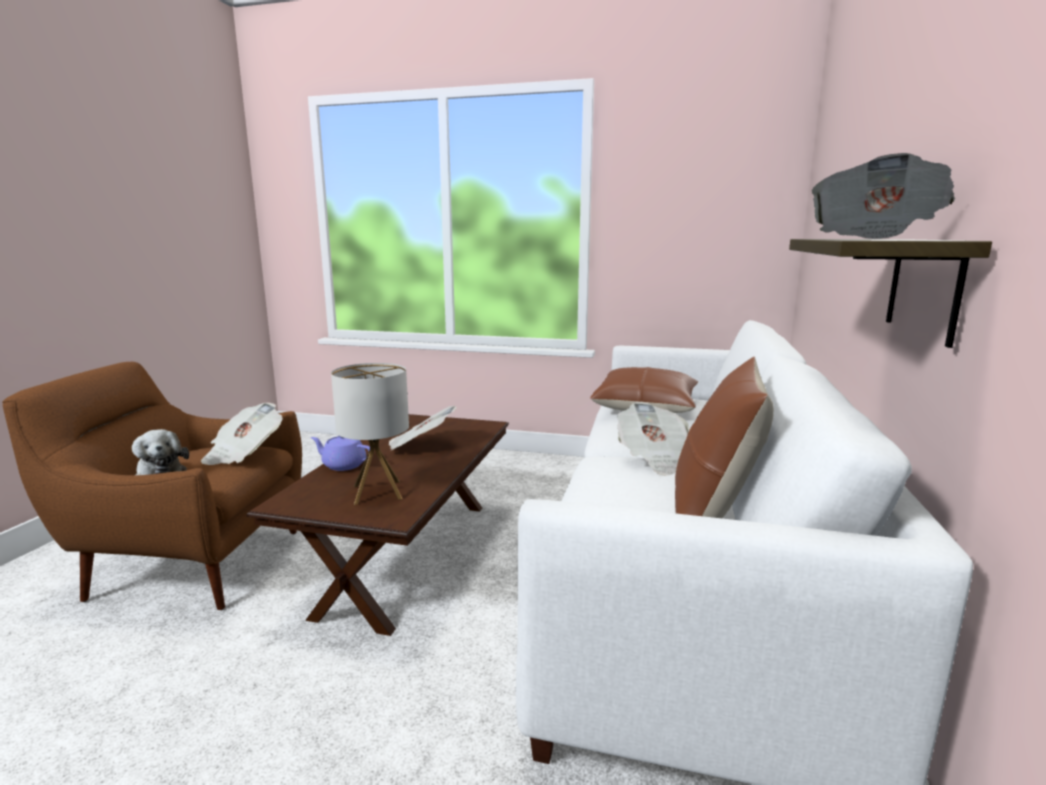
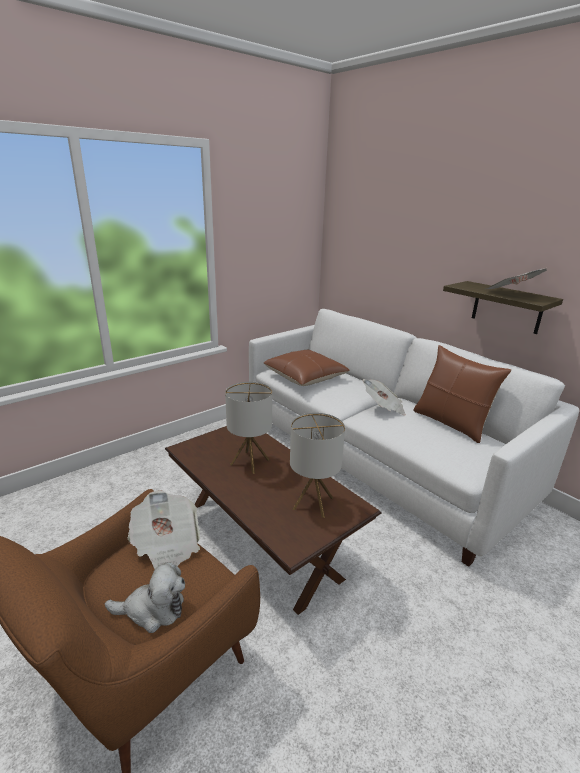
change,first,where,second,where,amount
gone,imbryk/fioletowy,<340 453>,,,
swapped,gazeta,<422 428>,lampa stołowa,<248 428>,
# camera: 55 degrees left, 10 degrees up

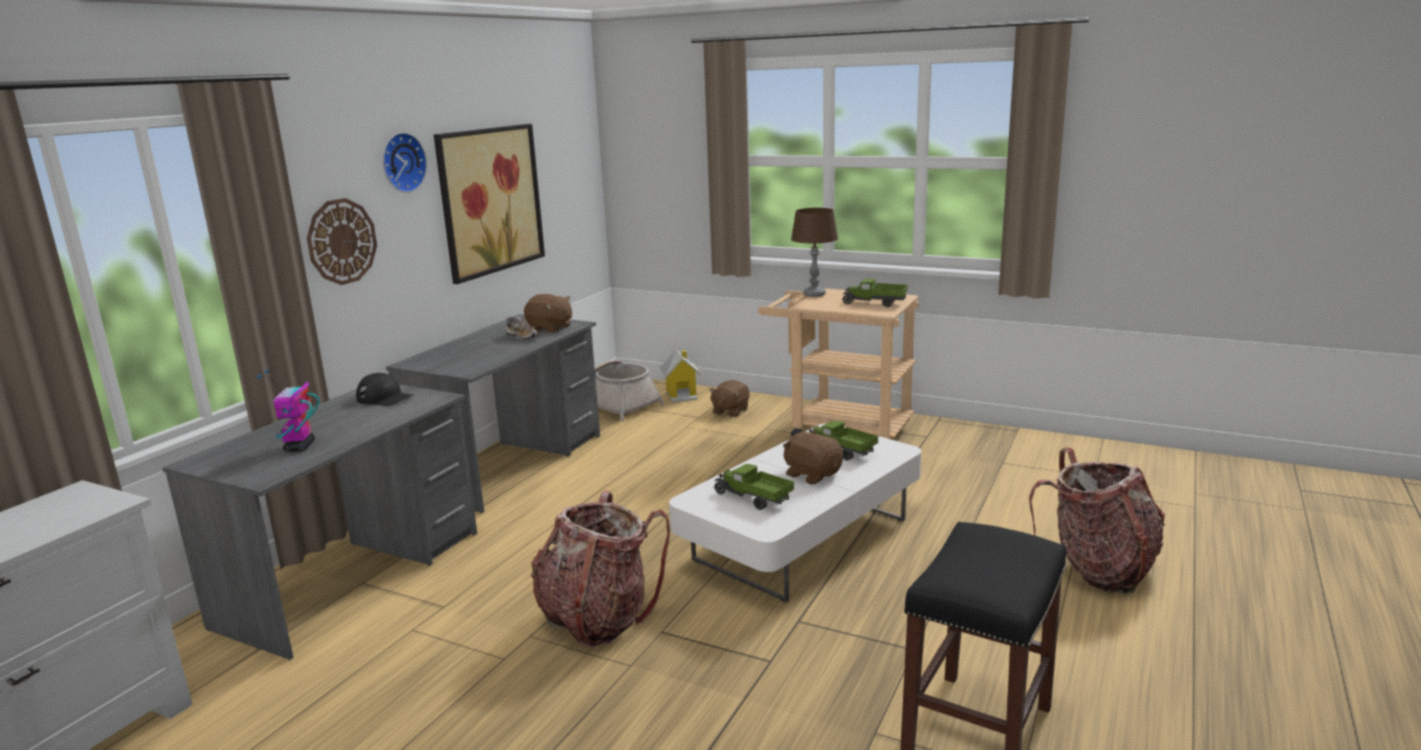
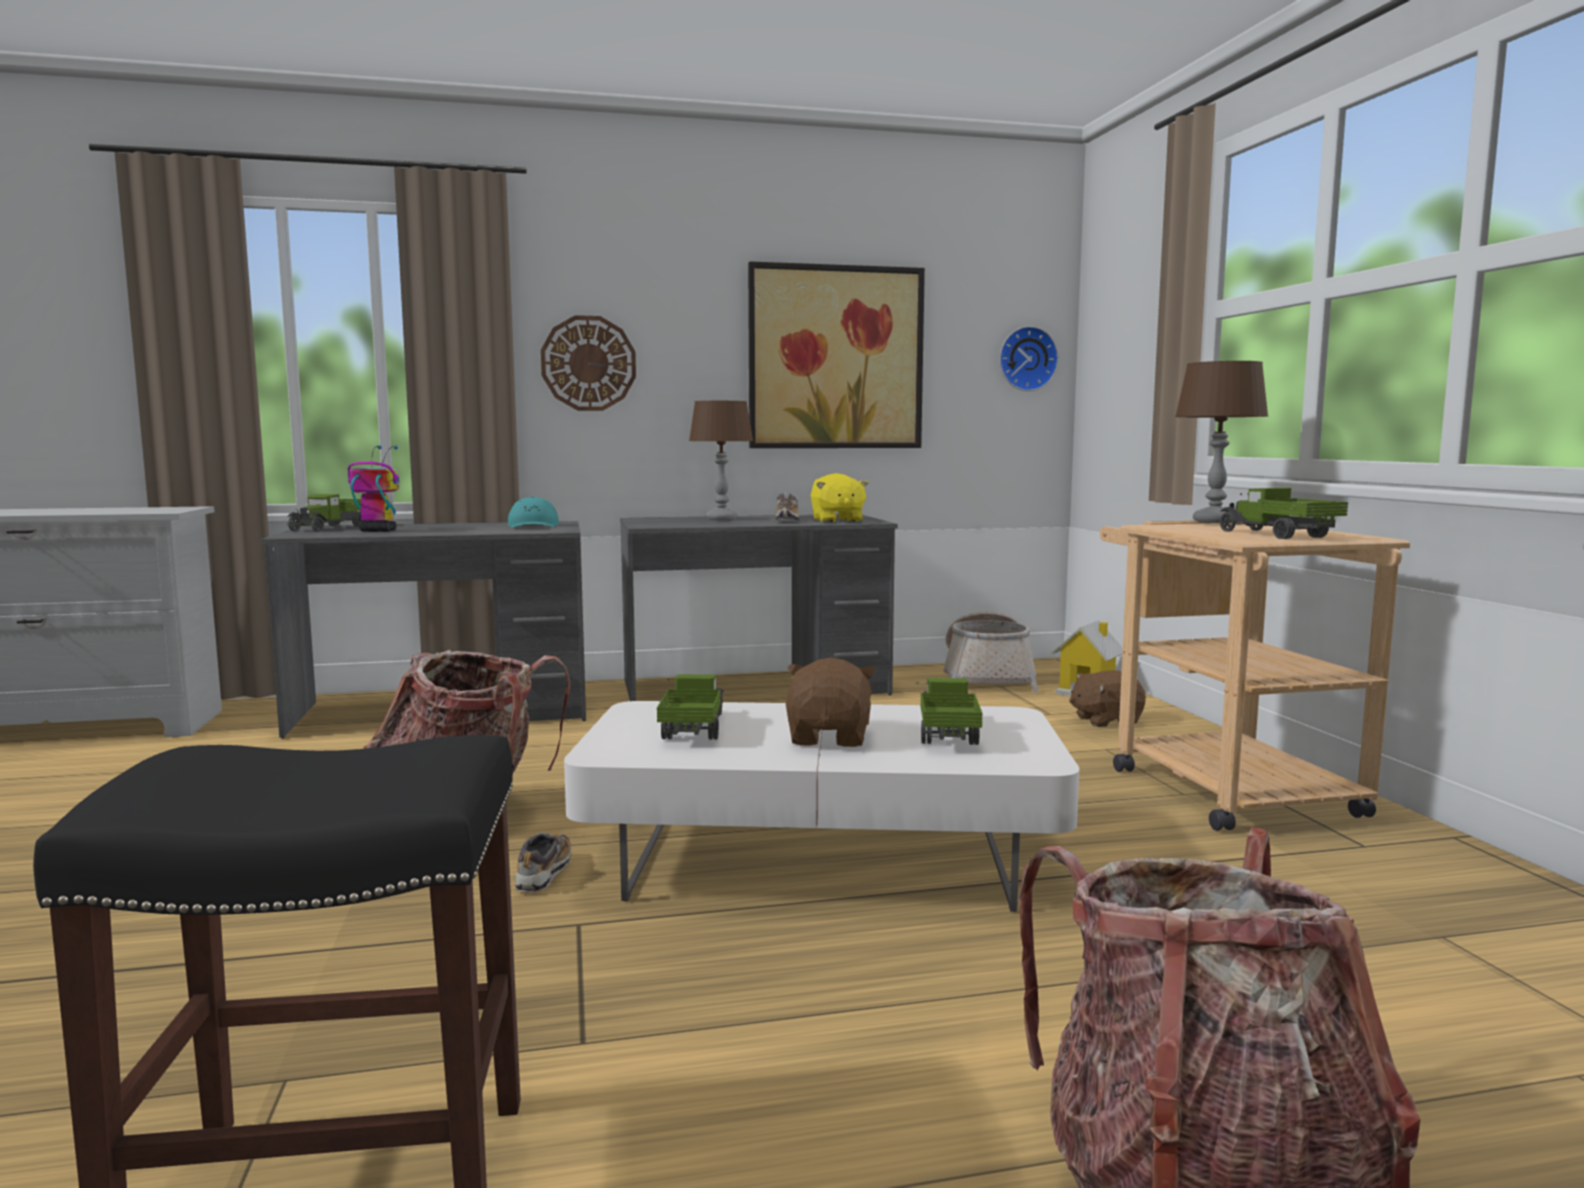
change,first,where,second,where,amount
new,,,ciężarówka zabawkowa,<326 513>,
new,,,but,<543 862>,
new,,,lampa stołowa/brązowy,<721 460>,
shifted,zegar ścienny,<405 162>,,<1029 358>,
repainted,czapka z daszkiem/czarny,<385 389>,czapka z daszkiem/turkusowy,<533 512>,
repainted,pluszak/brązowy,<548 313>,pluszak/żółty,<840 498>,
rotated,robot zabawkowy,<288 411>,,<373 488>,45 degrees clockwise
# camera: 50 degrees right, 10 degrees down

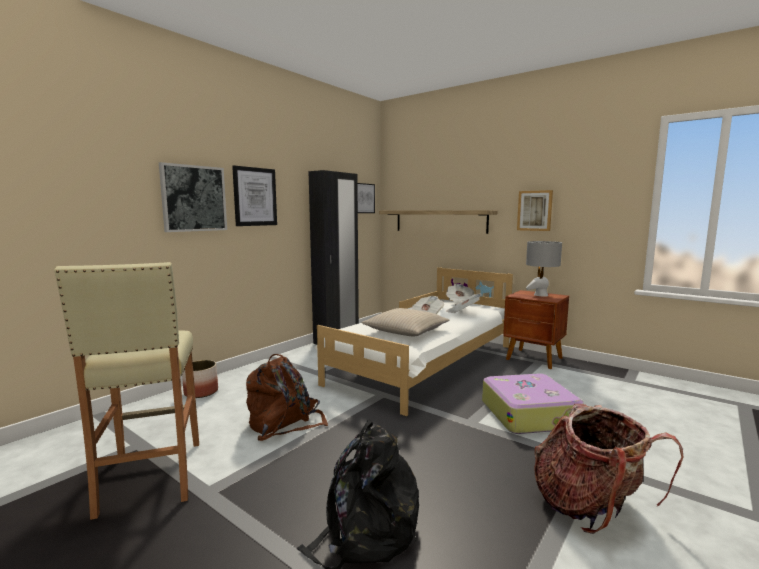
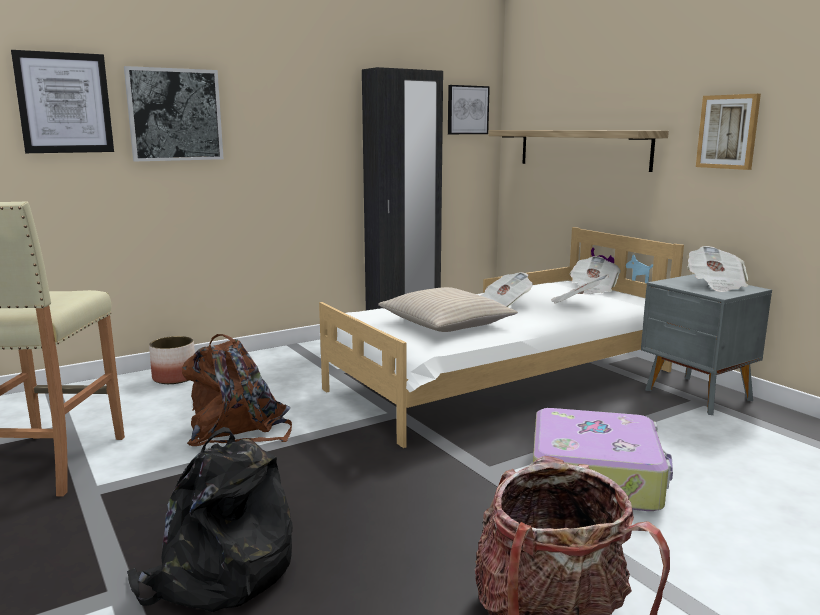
change,first,where,second,where,amount
shifted,obraz,<254 195>,,<62 101>,
swapped,lampa stołowa/szary,<544 269>,gazeta,<718 269>,
repainted,szafka nocna/brązowy,<536 329>,szafka nocna/szary,<706 344>,
# camera: 20 degrees right, 5 degrees up

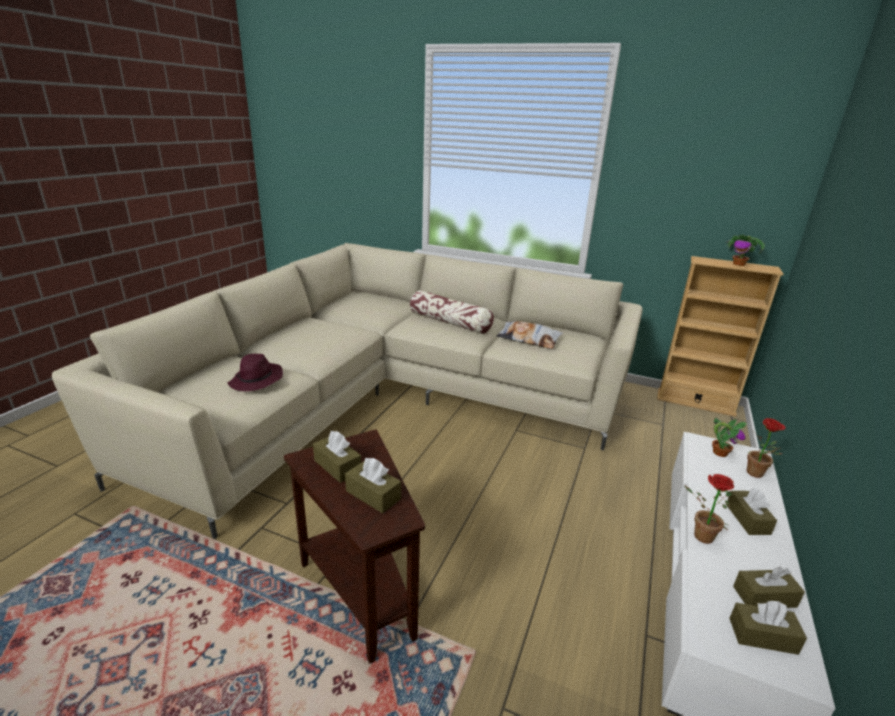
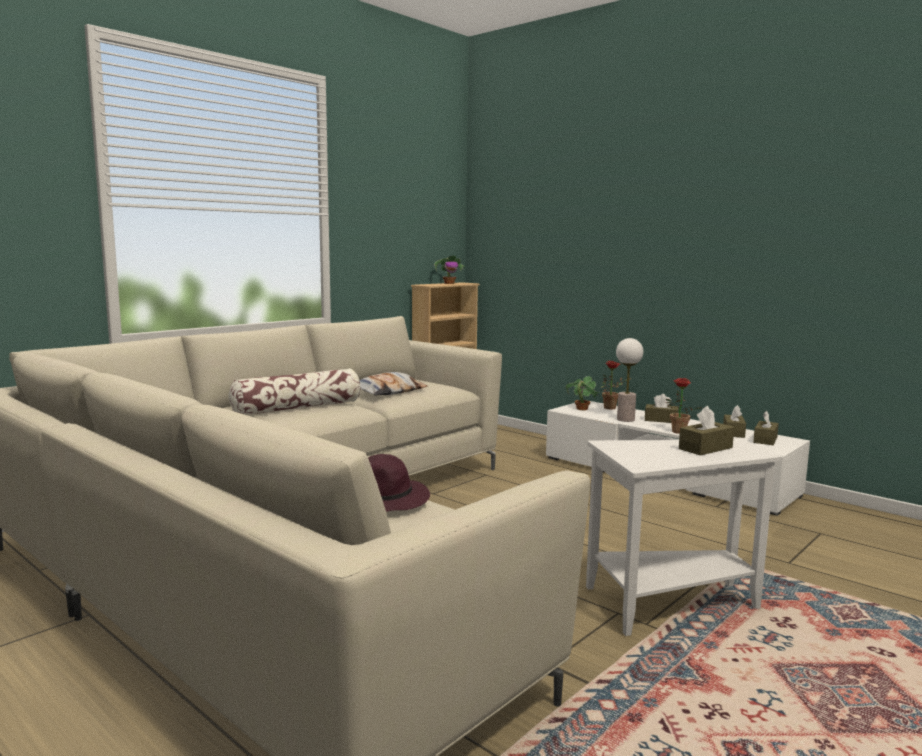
change,first,where,second,where,amount
gone,pudełko chusteczek/brązowy,<337 457>,,,
new,,,lampa stołowa,<629 380>,
repainted,stolik/brązowy,<354 546>,stolik/biały,<683 538>,
# camera: 70 degrees left, 15 degrees down

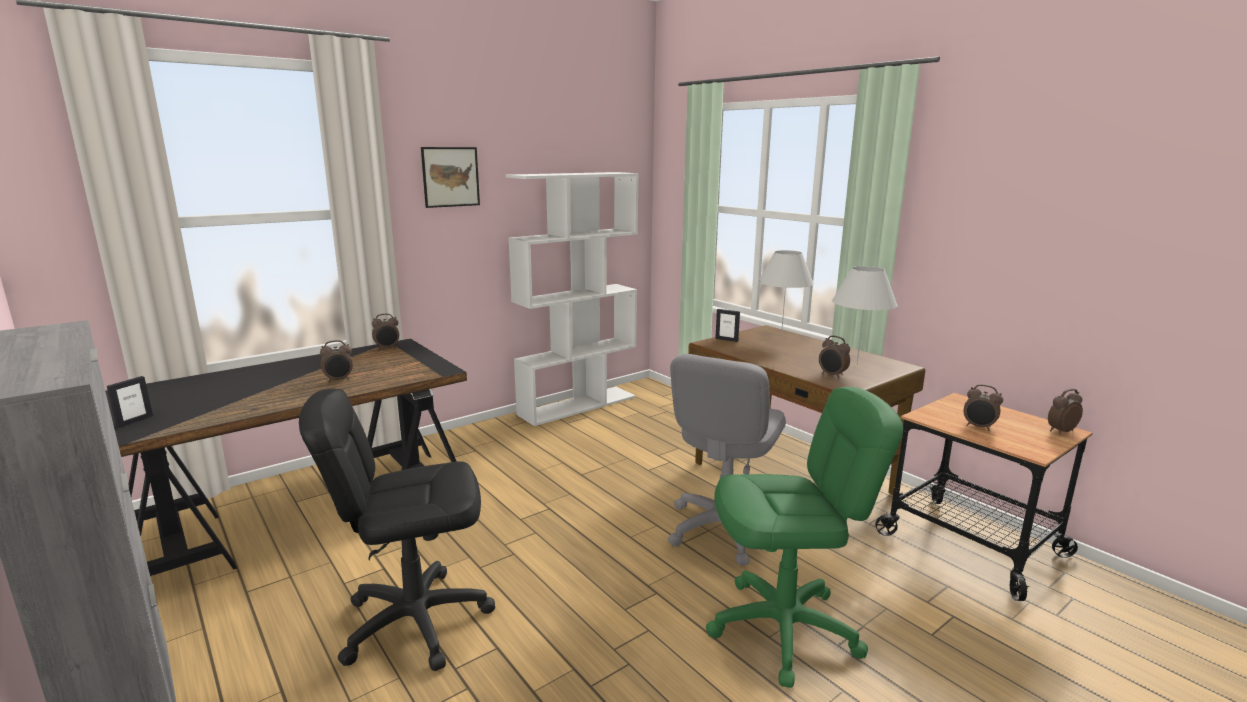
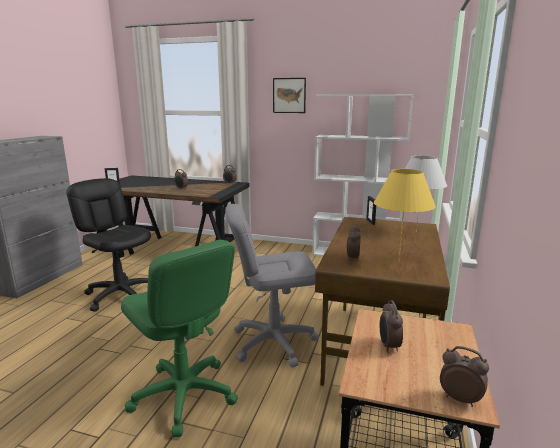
change,first,where,second,where,amount
repainted,lampa stołowa/biały,<865 315>,lampa stołowa/żółty,<405 215>,
# camera: 55 degrees right, 0 degrees up

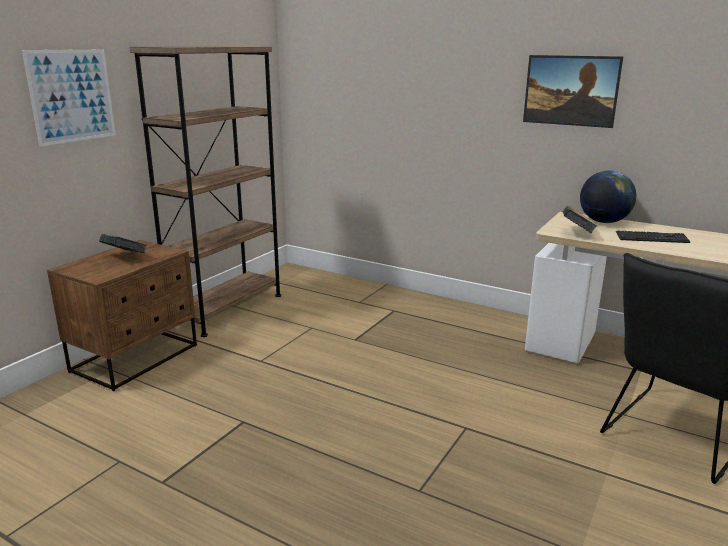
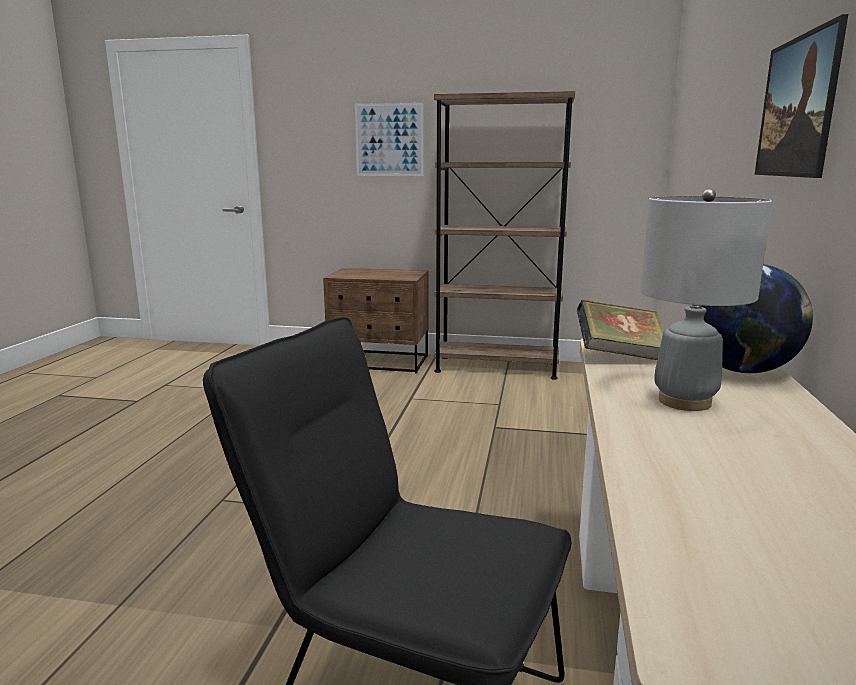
change,first,where,second,where,amount
gone,książka,<123 243>,,,
swapped,klawiatura,<653 237>,lampa stołowa/szary,<706 300>,
# camera: 70 degrees right, 5 degrees down

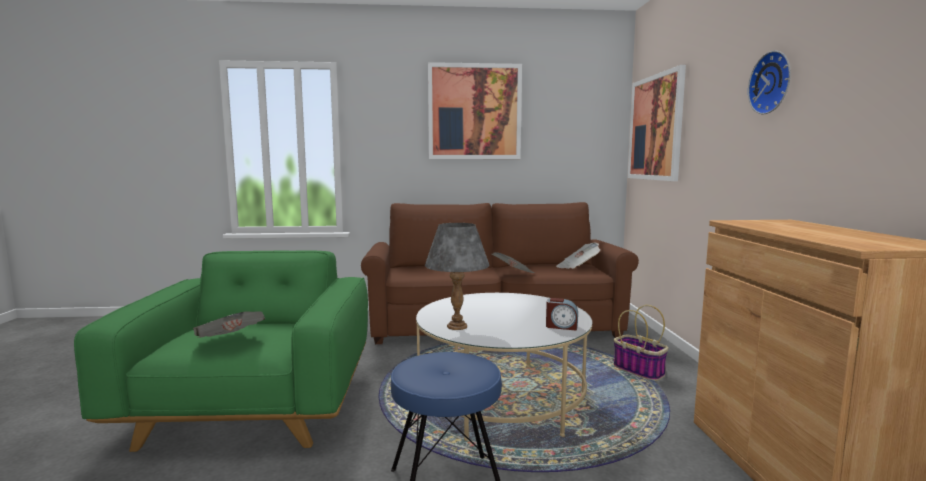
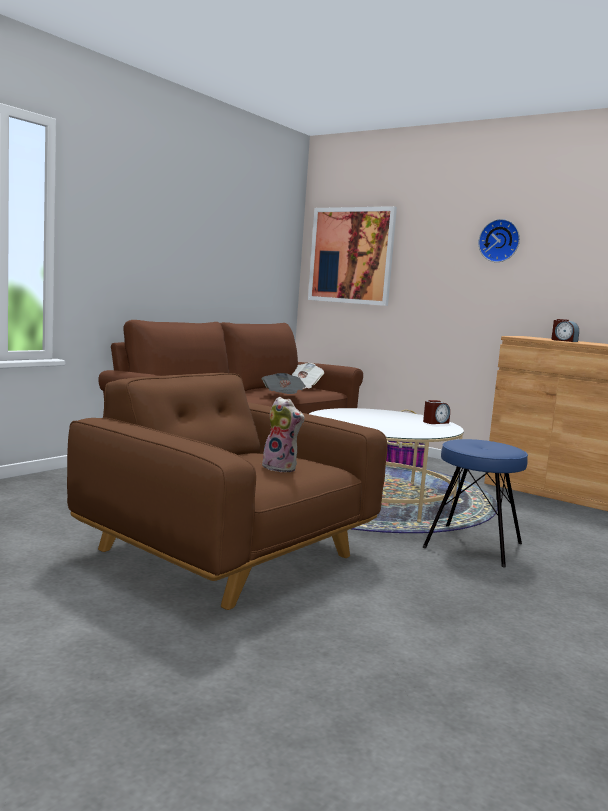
change,first,where,second,where,amount
gone,lampa stołowa/szary,<457 276>,,,
gone,obraz,<475 110>,,,
new,,,budzik,<565 330>,
swapped,gazeta,<229 324>,pluszak,<283 435>,
repainted,fotel/zielony,<221 351>,fotel/brązowy,<227 491>,
# camera: 50 degrees left, 0 degrees up

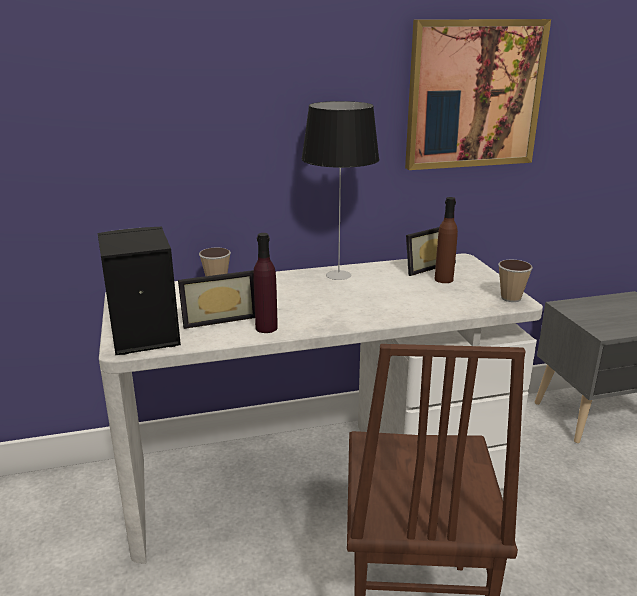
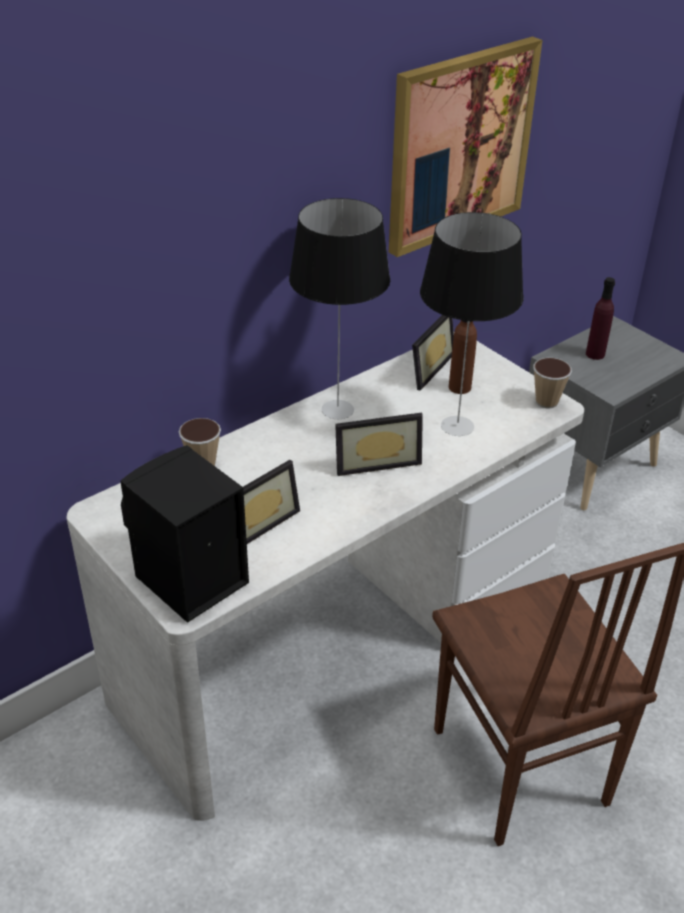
change,first,where,second,where,amount
new,,,ramka na zdjęcie,<379 444>,
new,,,lampa stołowa,<471 324>,
shifted,butelka/fioletowy,<265 283>,,<600 318>,
# camera: 25 degrees left, 15 degrees up

